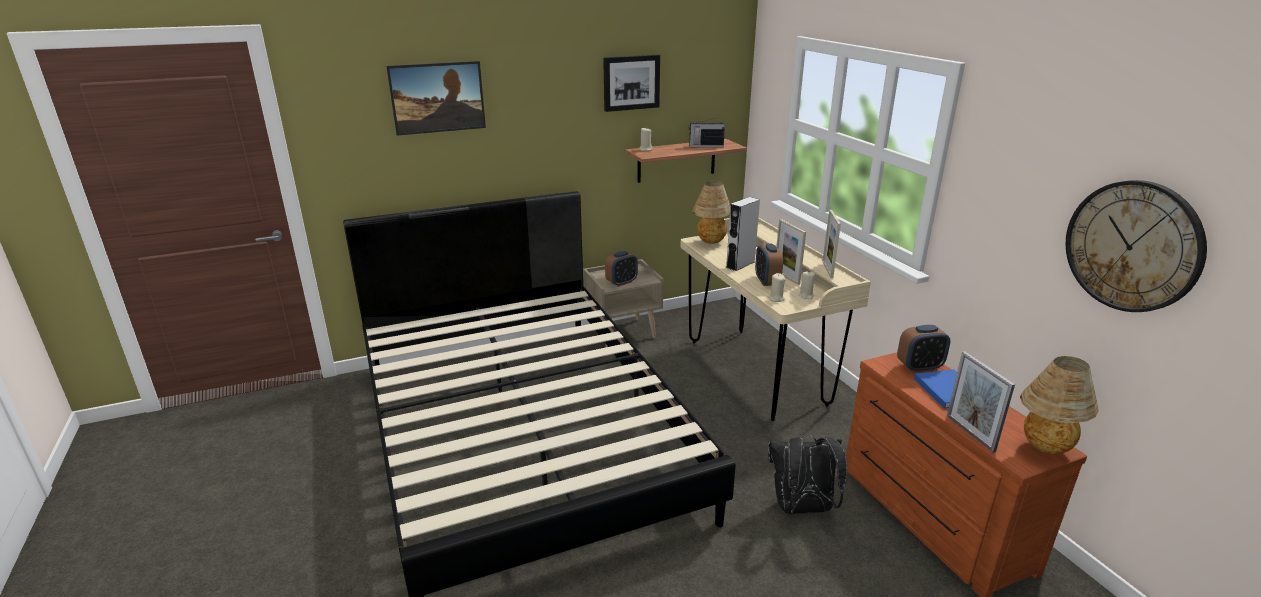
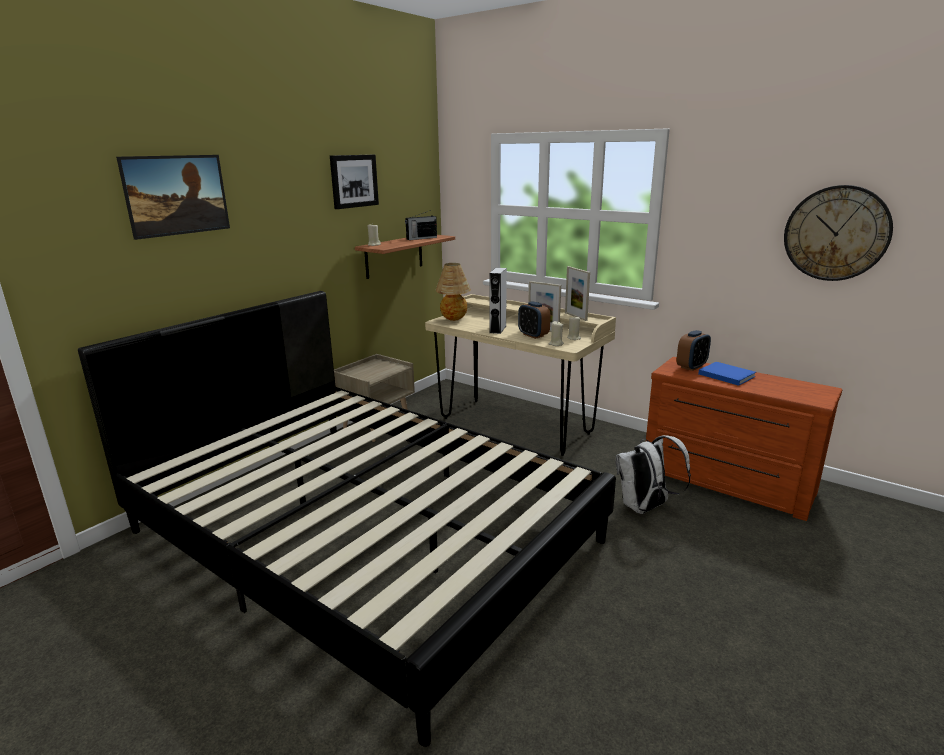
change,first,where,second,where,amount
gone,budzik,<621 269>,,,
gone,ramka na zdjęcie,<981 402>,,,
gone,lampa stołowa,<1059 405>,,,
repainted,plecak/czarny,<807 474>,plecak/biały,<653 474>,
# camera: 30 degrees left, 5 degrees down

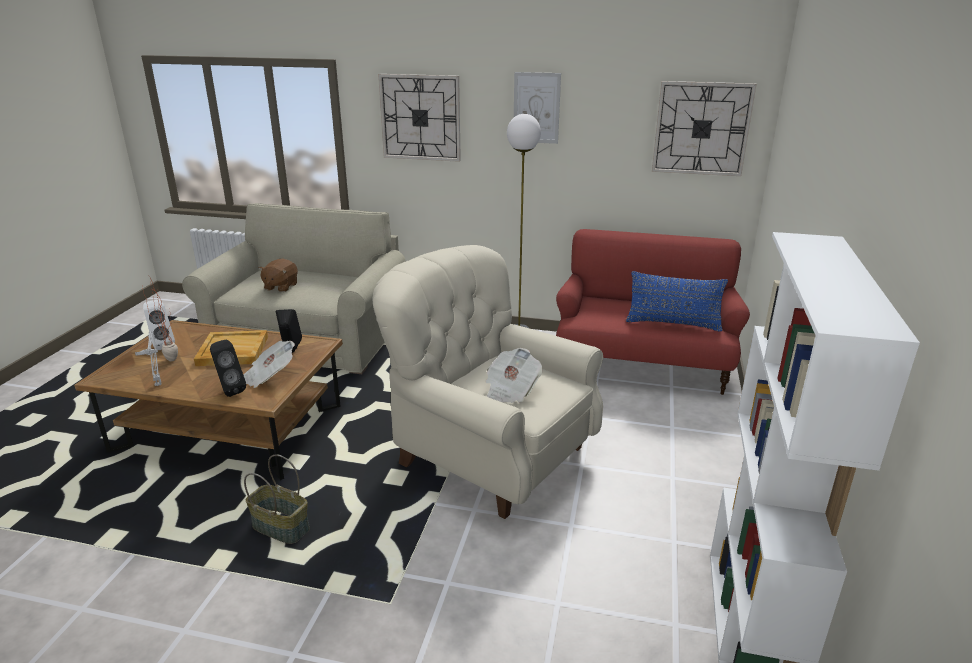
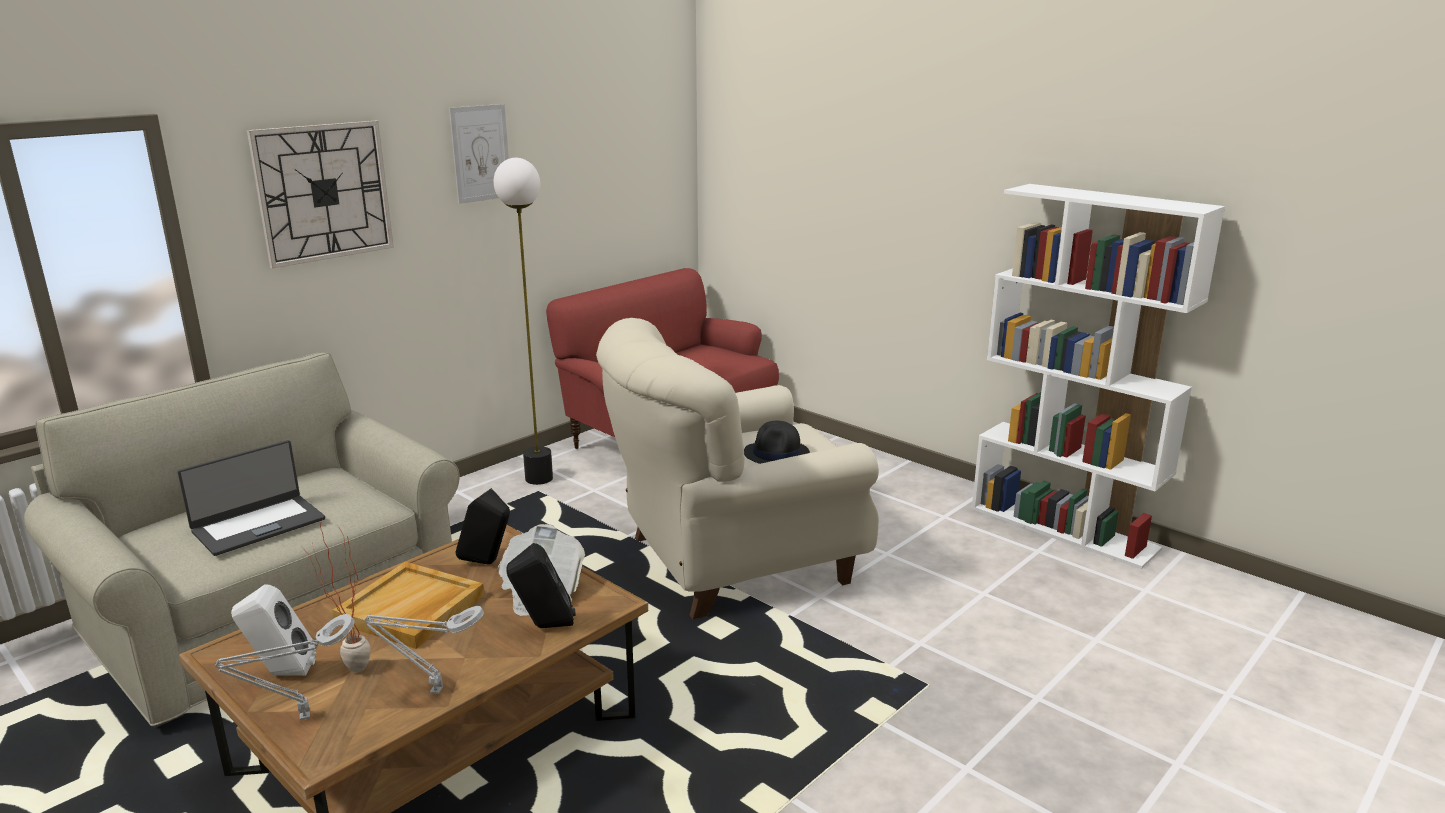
change,first,where,second,where,amount
gone,koszyk,<277 499>,,,
gone,poduszka/niebieski,<677 301>,,,
gone,zegar ścienny,<704 128>,,,
new,,,lampa stołowa/szary,<285 667>,
swapped,pluszak/brązowy,<278 275>,laptop,<251 498>,
swapped,gazeta,<513 375>,kapelusz/czarny,<777 442>,
# camera: 60 degrees left, 5 degrees down

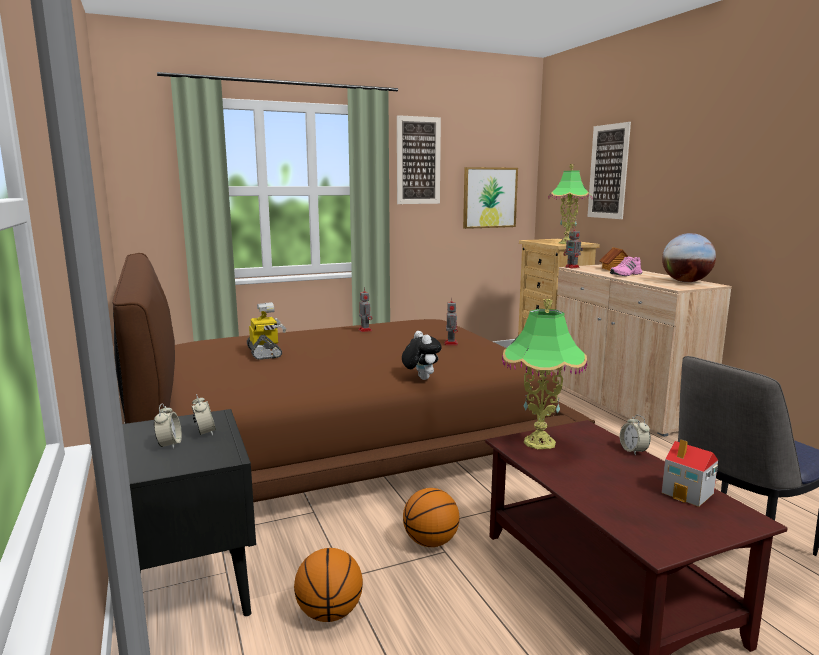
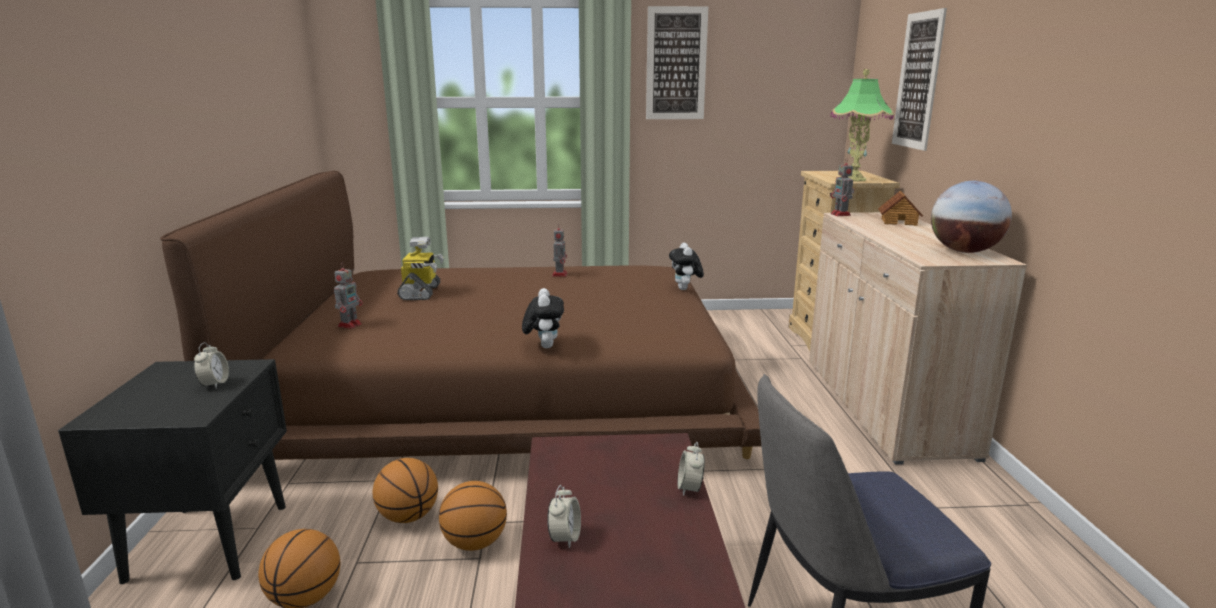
change,first,where,second,where,amount
gone,obraz,<490 198>,,,
gone,lampa stołowa,<544 374>,,,
gone,but/różowy,<626 266>,,,
gone,domek,<689 473>,,,
new,,,piłka do koszykówki,<405 490>,
new,,,pluszak,<686 266>,
shifted,budzik,<168 426>,,<564 517>,
shifted,robot zabawkowy,<451 323>,,<348 296>,
# camera: 20 degrees right, 5 degrees up

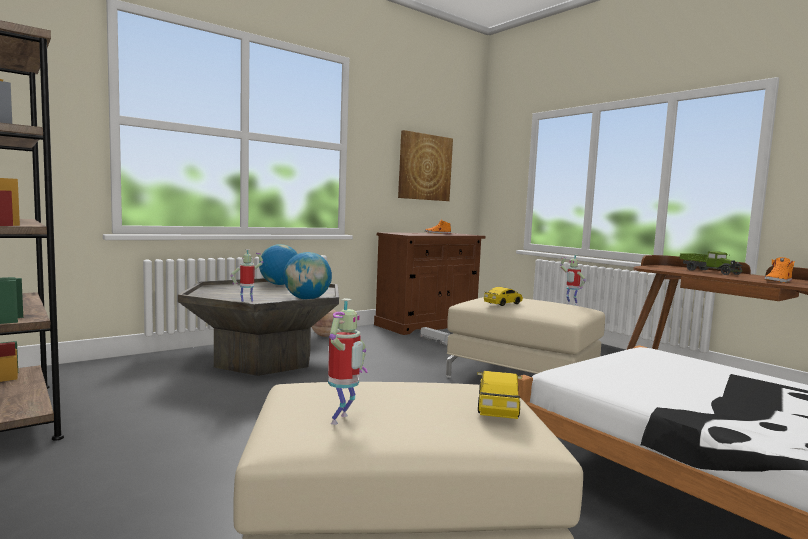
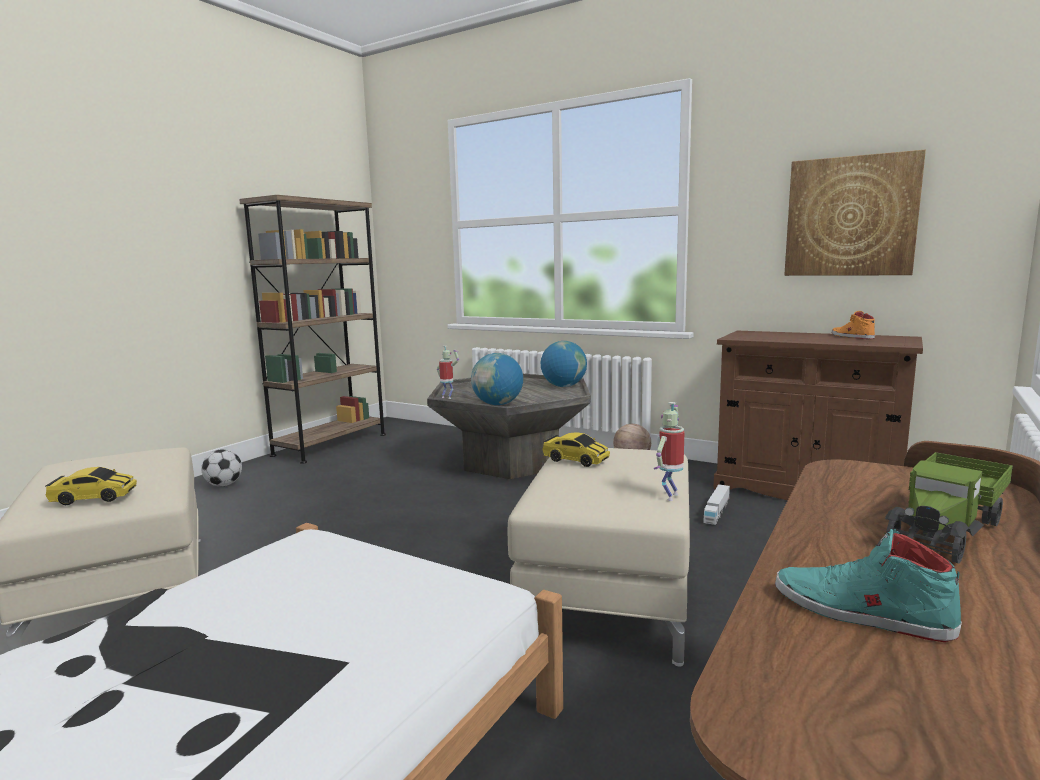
change,first,where,second,where,amount
gone,robot zabawkowy,<348 361>,,,
new,,,piłka futbolowa,<221 467>,
repainted,but/pomarańczowy,<779 270>,but/turkusowy,<868 585>,
# camera: 70 degrees right, 5 degrees up

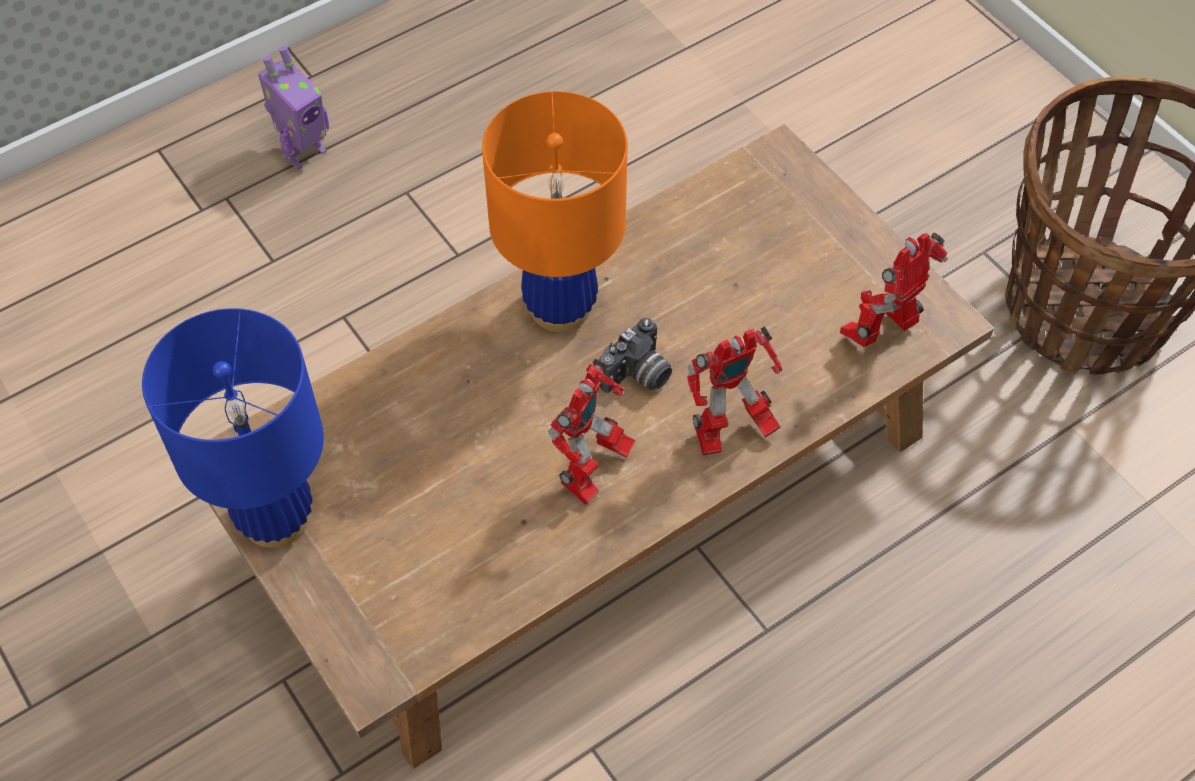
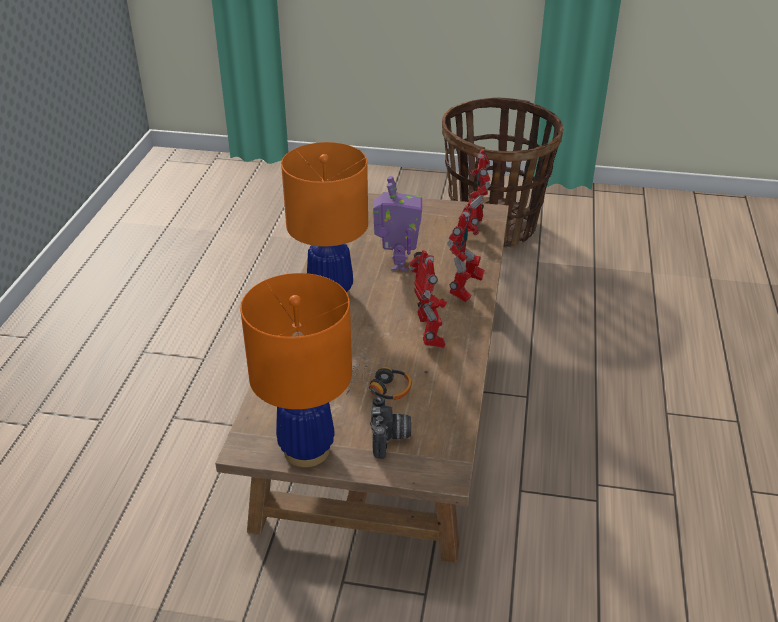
change,first,where,second,where,amount
new,,,słuchawki,<379 378>,
shifted,robot zabawkowy,<293 108>,,<397 223>,
shifted,aparat fotograficzny,<635 355>,,<390 427>,
repainted,lampa stołowa/niebieski,<233 428>,lampa stołowa/pomarańczowy,<296 370>,
# camera: 45 degrees left, 20 degrees down

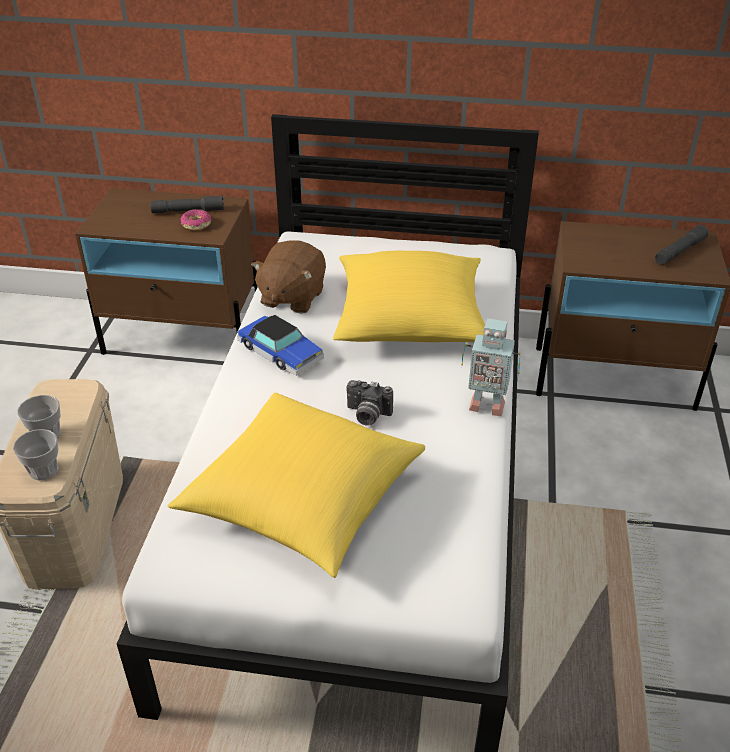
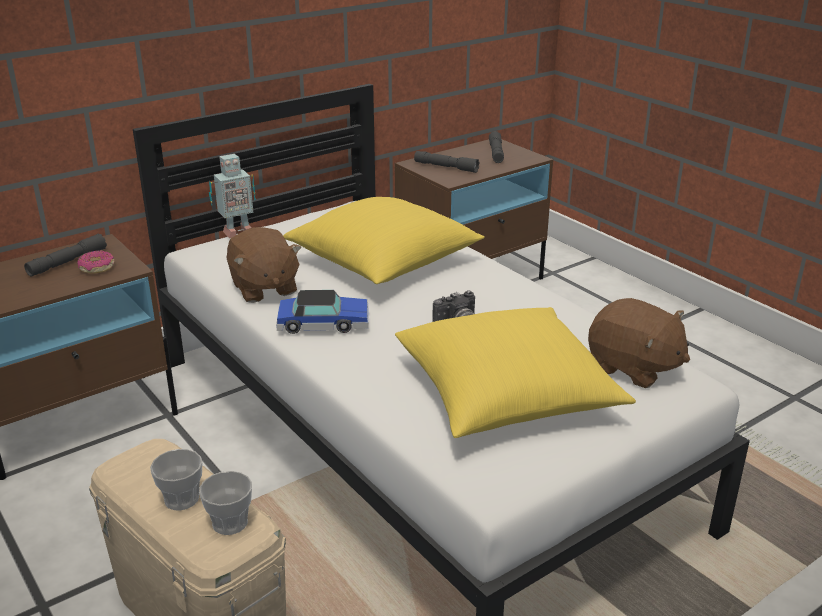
change,first,where,second,where,amount
new,,,latarka/szary,<447 162>,
new,,,pluszak/brązowy,<639 343>,
shifted,robot zabawkowy,<490 367>,,<232 196>,
# camera: 45 degrees left, 10 degrees down

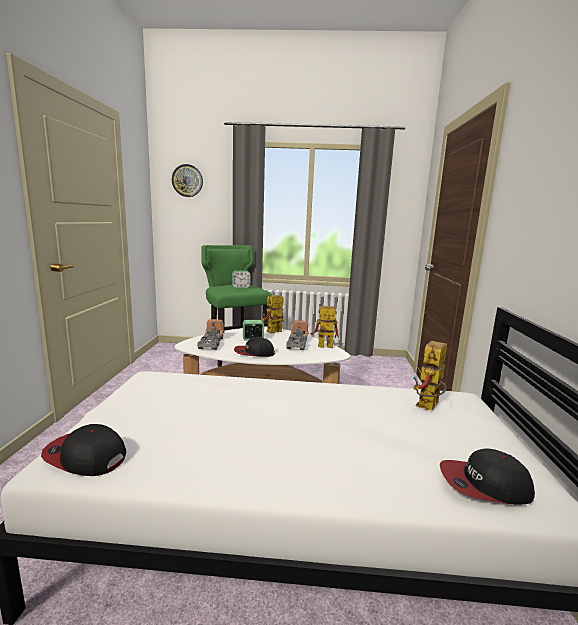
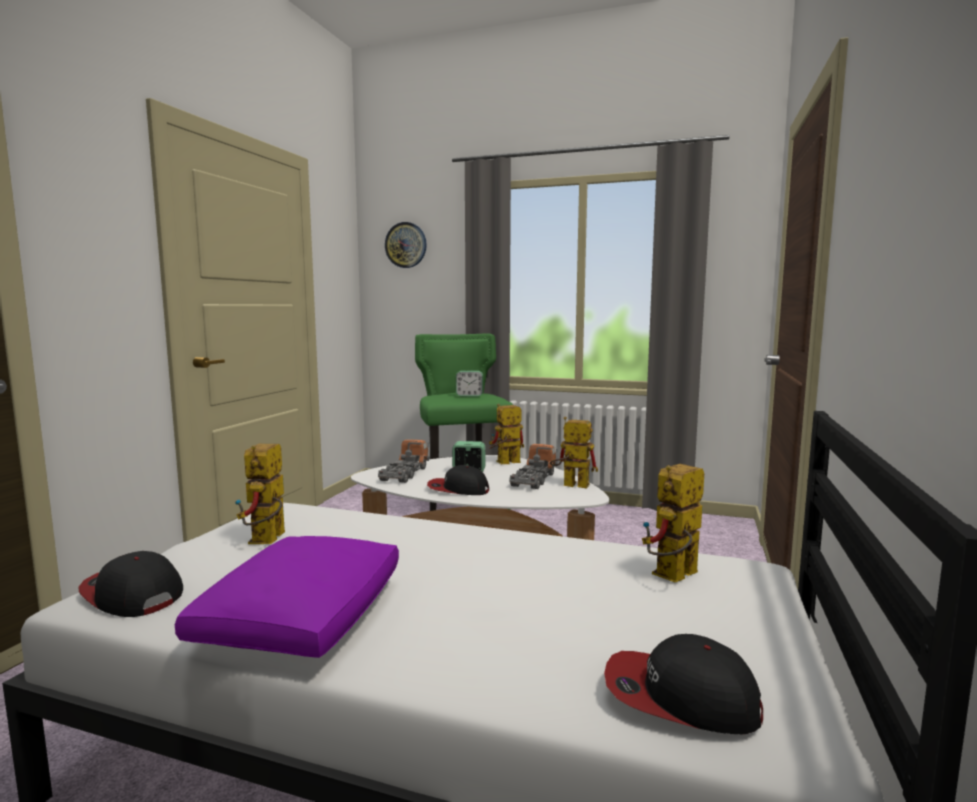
change,first,where,second,where,amount
new,,,poduszka/fioletowy,<287 597>,
new,,,robot zabawkowy,<260 494>,
# camera: 15 degrees right, 5 degrees down

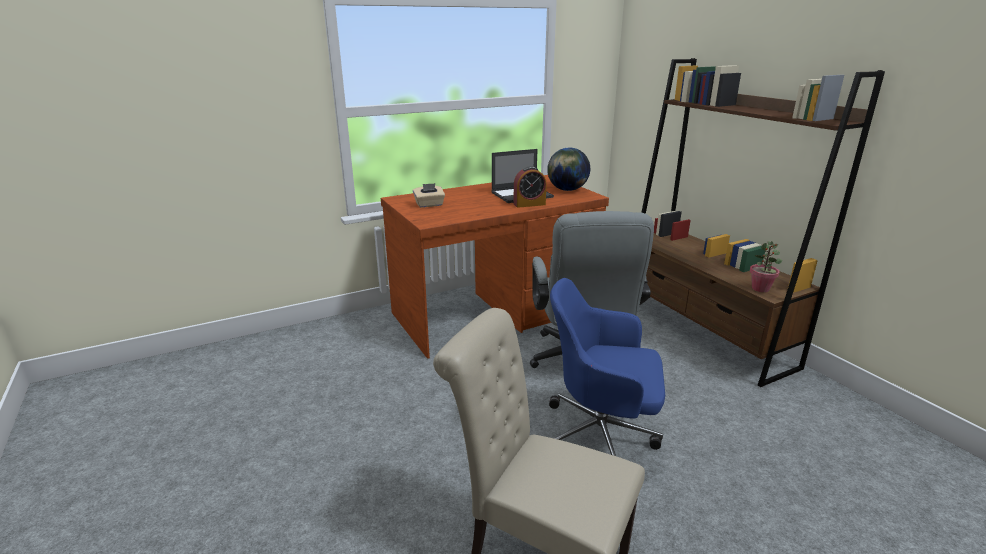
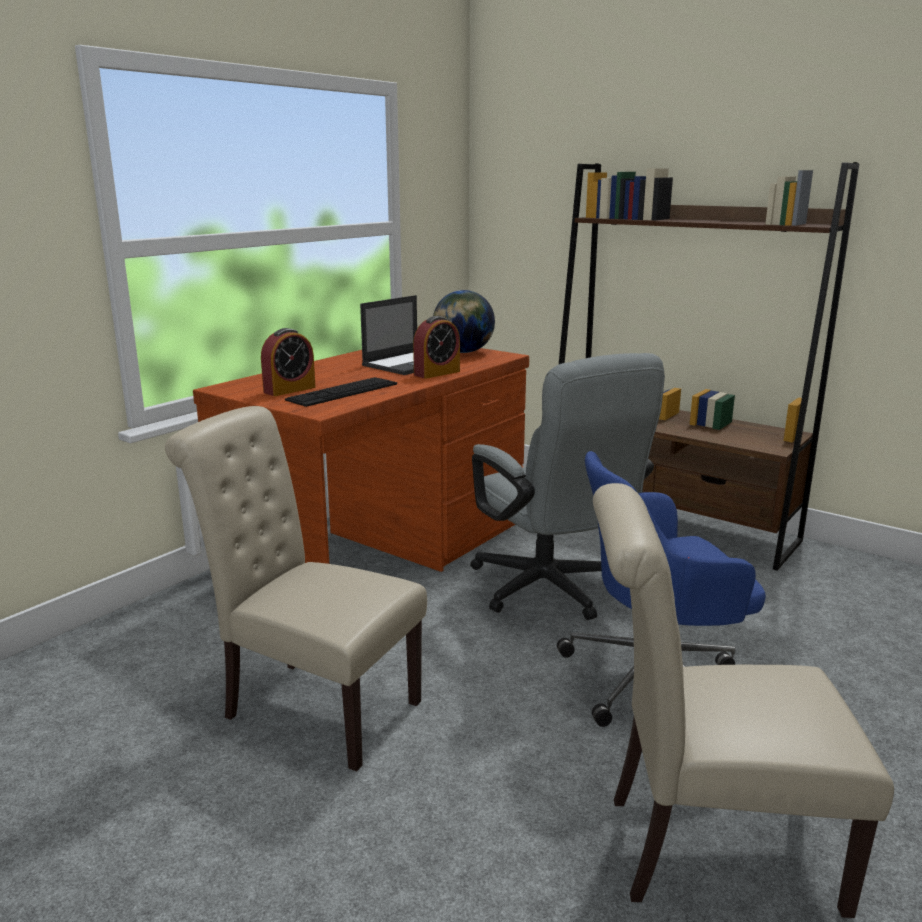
change,first,where,second,where,amount
gone,roślina doniczkowa,<766 267>,,,
new,,,krzesło/beżowy,<296 588>,
new,,,klawiatura,<341 392>,
swapped,pudełko chusteczek/beżowy,<429 195>,budzik,<288 362>,
# camera: 25 degrees left, 5 degrees down

